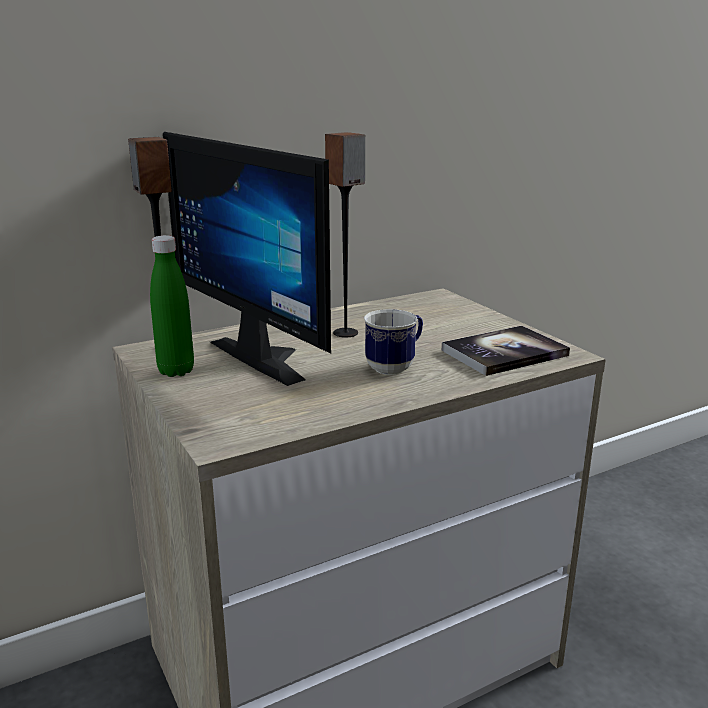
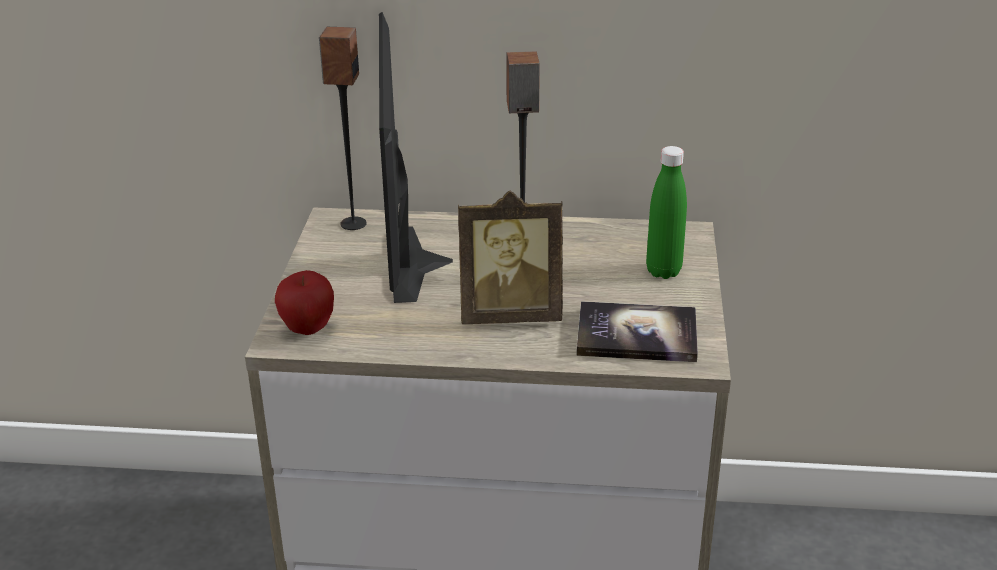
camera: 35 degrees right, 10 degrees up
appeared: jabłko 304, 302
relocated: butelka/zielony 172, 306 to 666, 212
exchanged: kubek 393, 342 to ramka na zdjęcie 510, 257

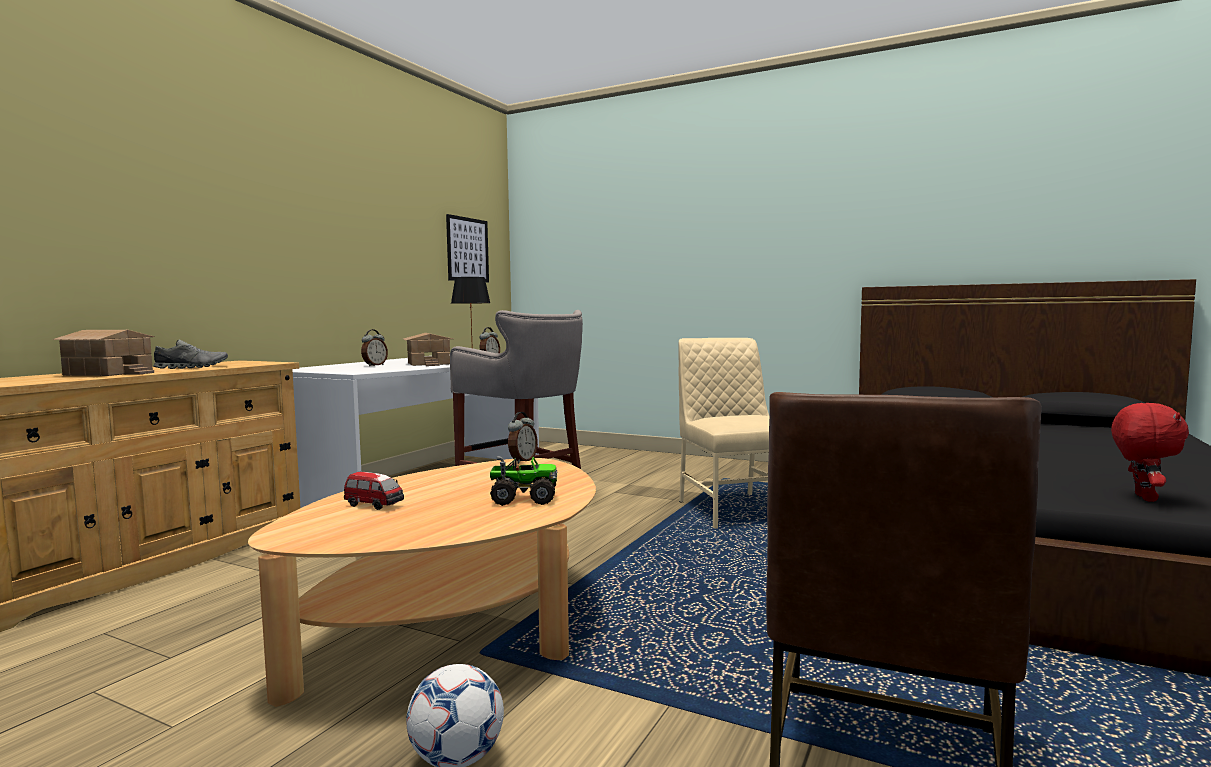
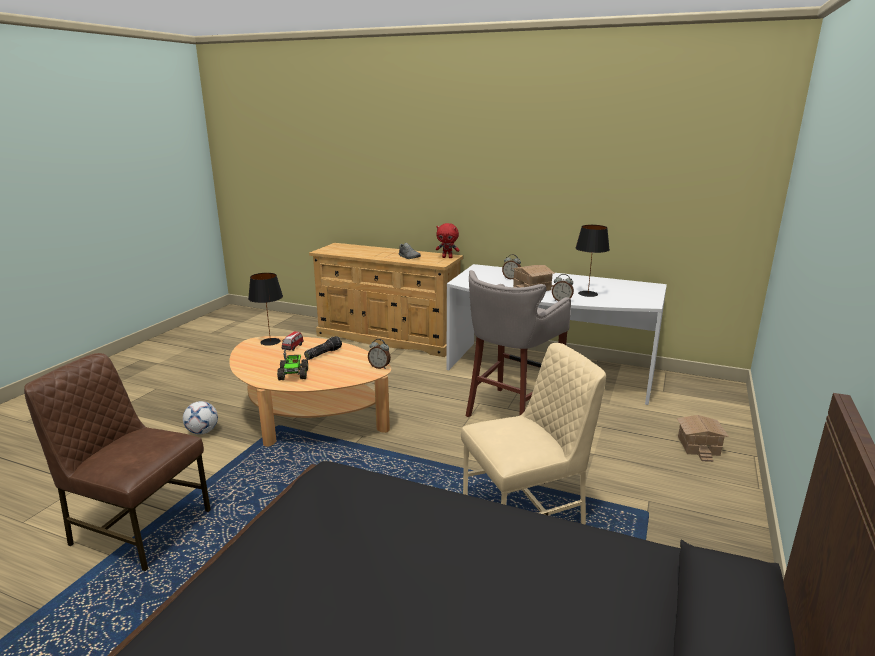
camera: 85 degrees right, 15 degrees up
missing: obraz 467, 248
appeared: lampa stołowa/czarny 265, 309; latarka 323, 348
relocated: domek 103, 353 to 703, 438; pluszak/czerwony 1150, 452 to 447, 240

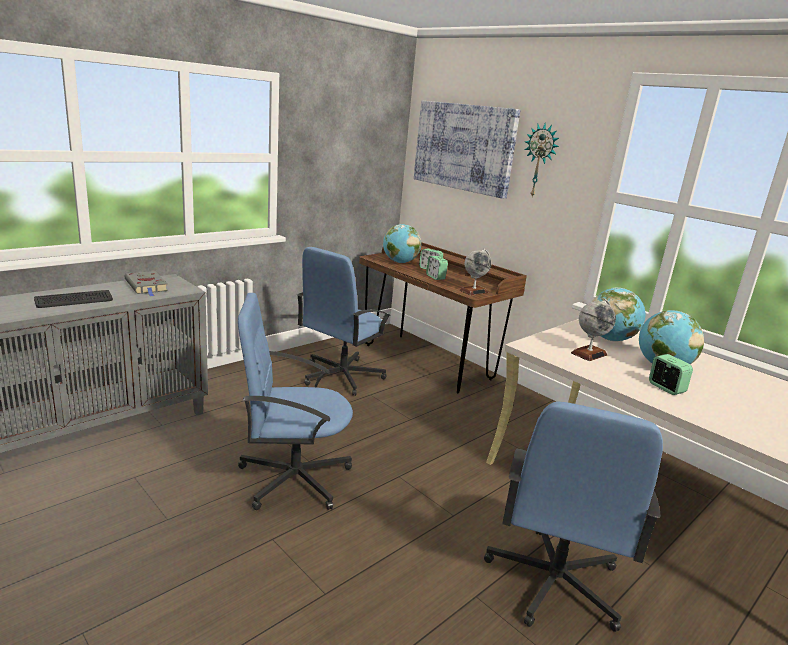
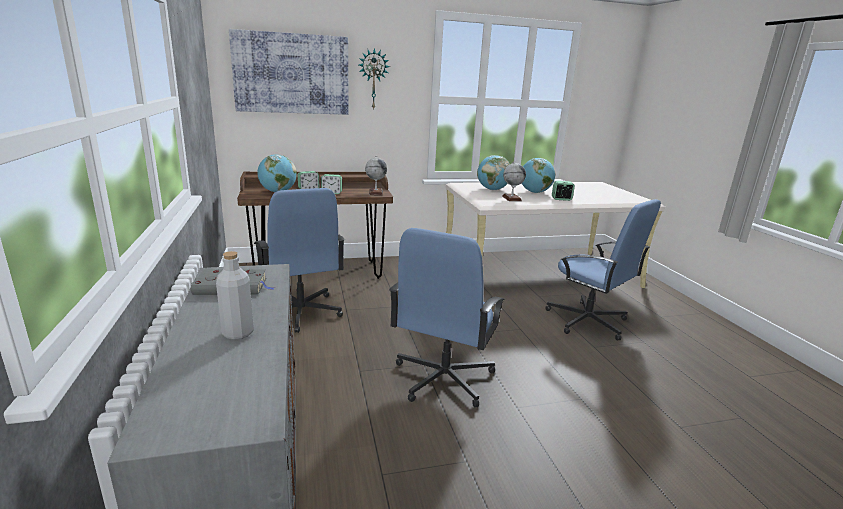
camera: 60 degrees left, 0 degrees up
exchanged: klawiatura 73, 299 to butelka/szary 235, 295

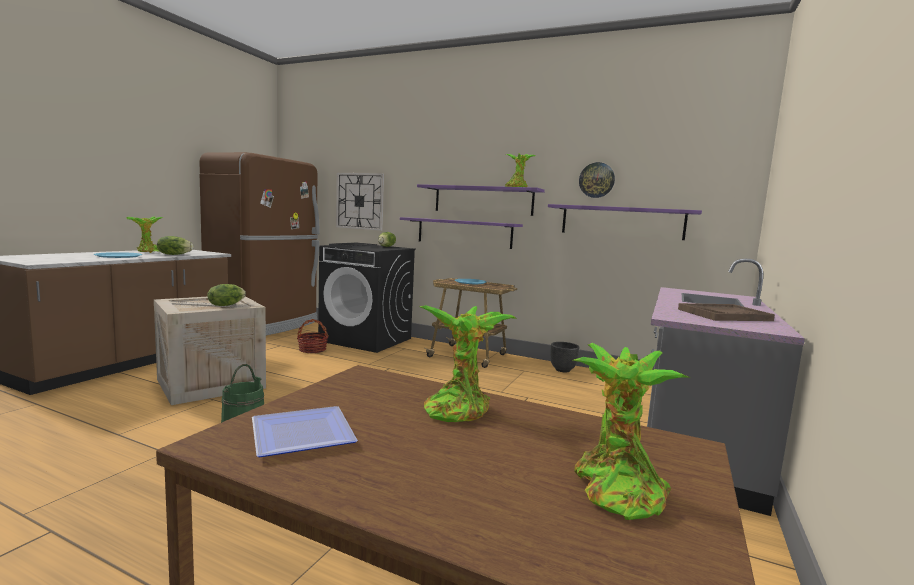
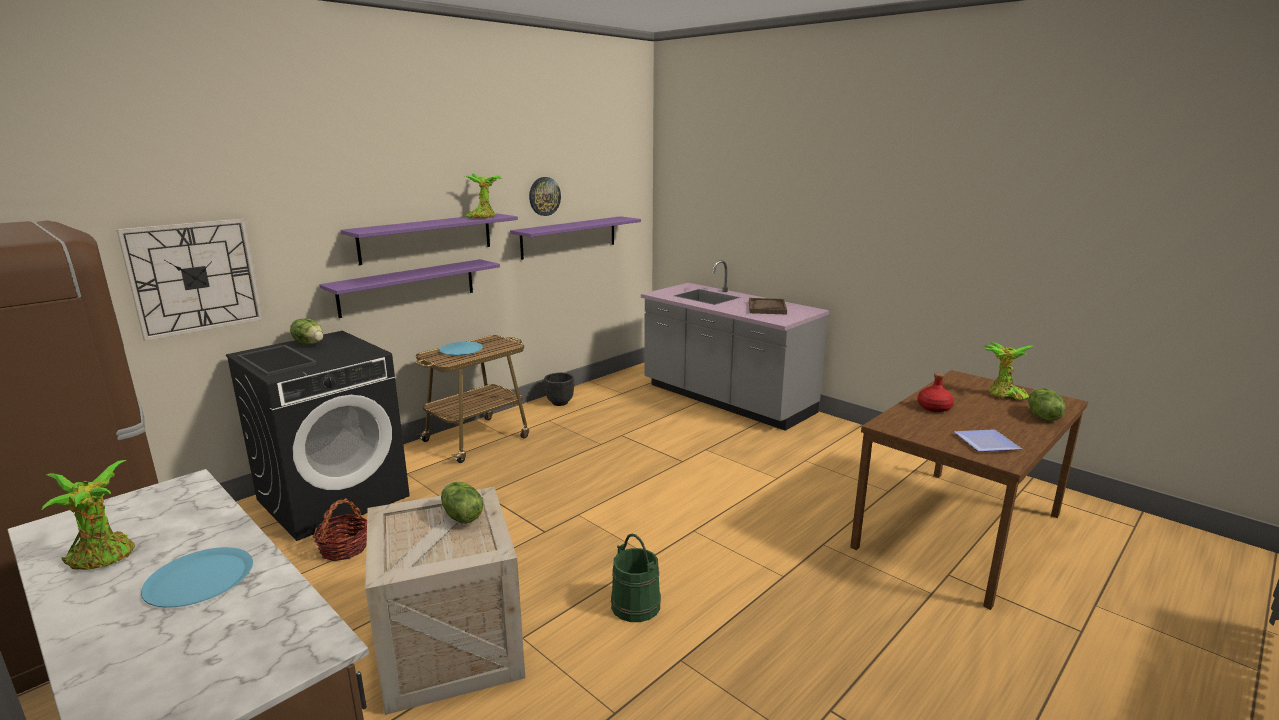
camera: 70 degrees left, 10 degrees up
relocated: sałata 175, 245 to 1047, 404
exchanged: roślina doniczkowa 467, 363 to butelka/czerwony 935, 392

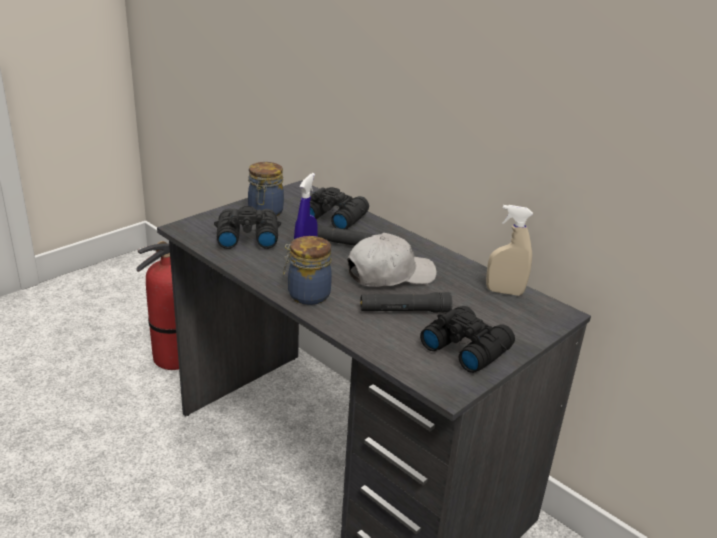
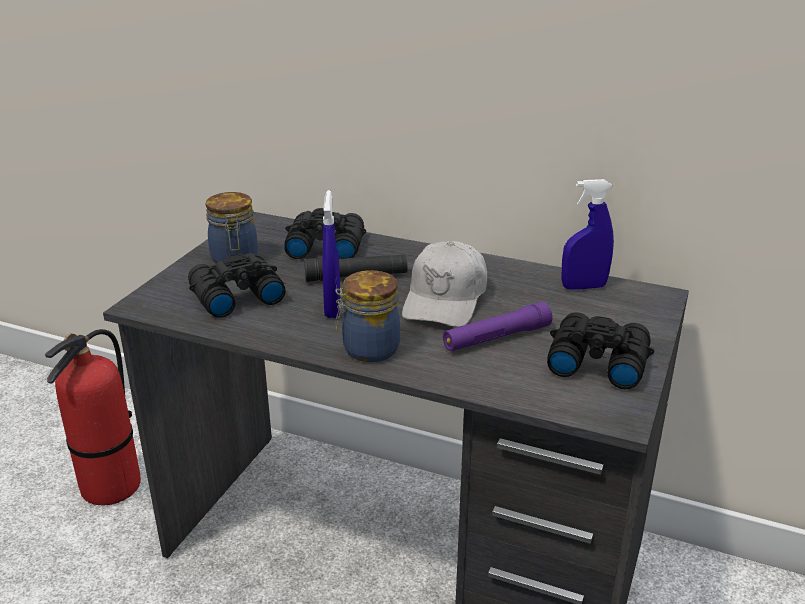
camera: 20 degrees left, 0 degrees up
colour: latarka/czarny 406, 302 to latarka/fioletowy 498, 326; spryskiwacz/beżowy 509, 250 to spryskiwacz/niebieski 587, 234
spun: czapka z daszkiem/biały 392, 260 = 444, 284 150 degrees clockwise

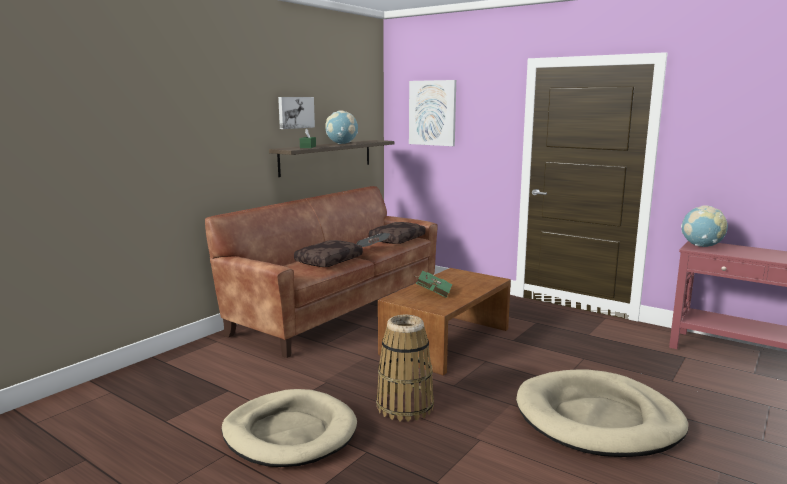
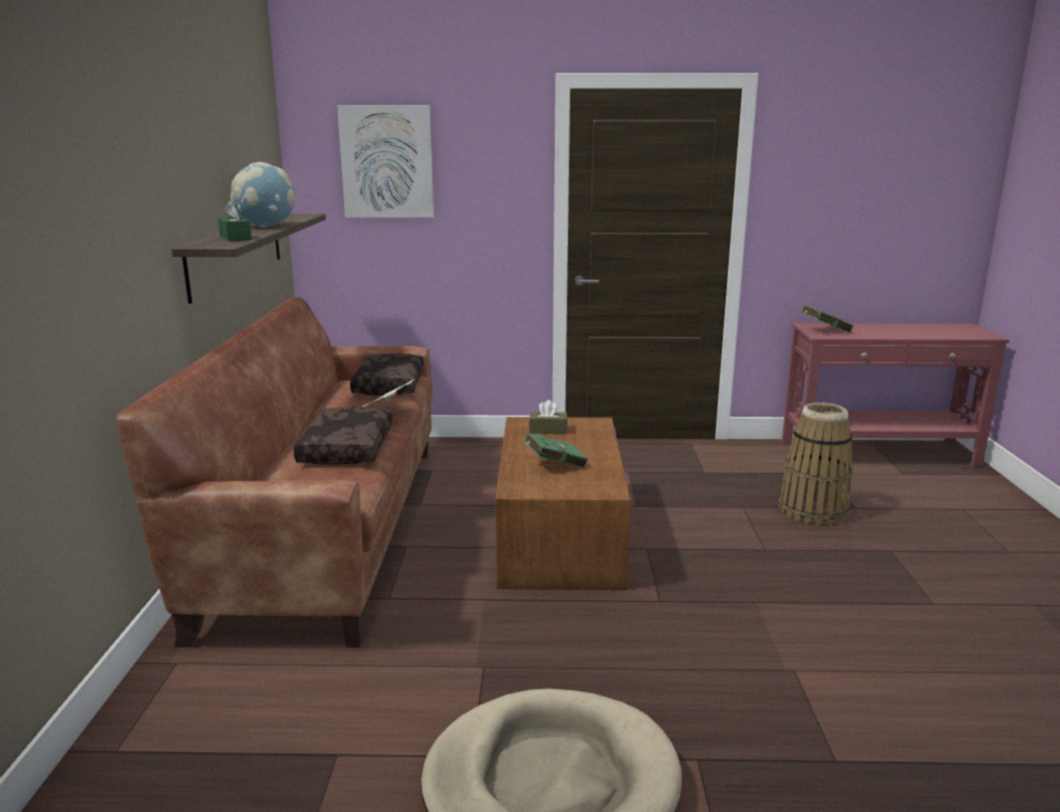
camera: 35 degrees left, 5 degrees up
missing: obraz 296, 113; legowisko/beżowy 602, 413
appeared: pudełko chusteczek/brązowy 548, 417
relocated: koszyk 405, 368 to 816, 464
exchanged: globus 704, 226 to książka/zielony 827, 319

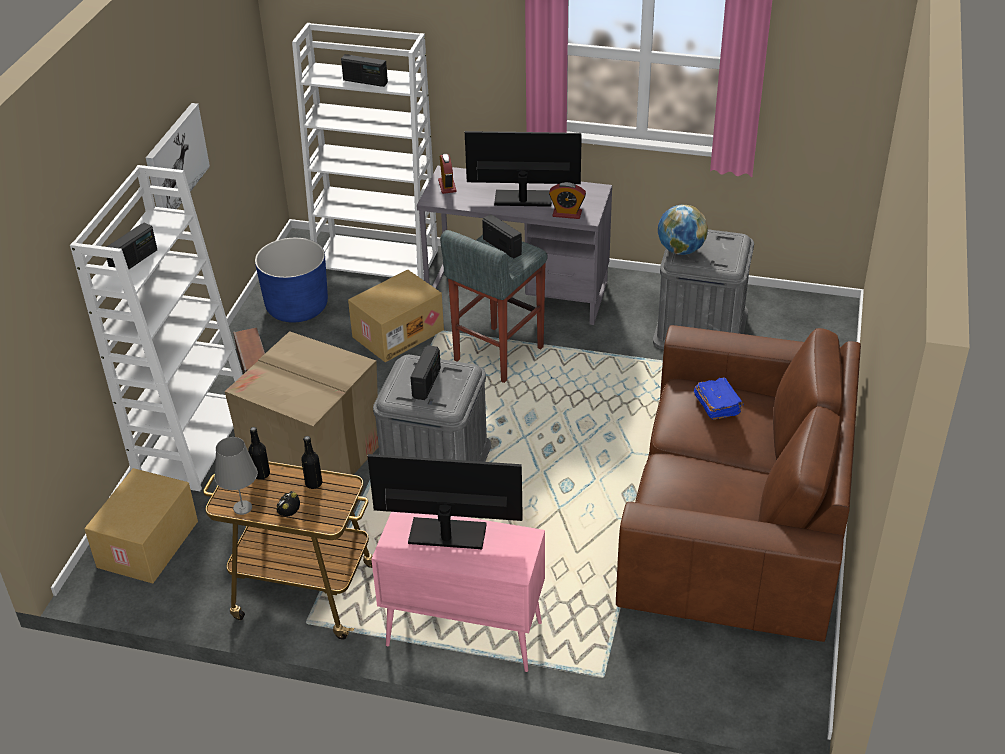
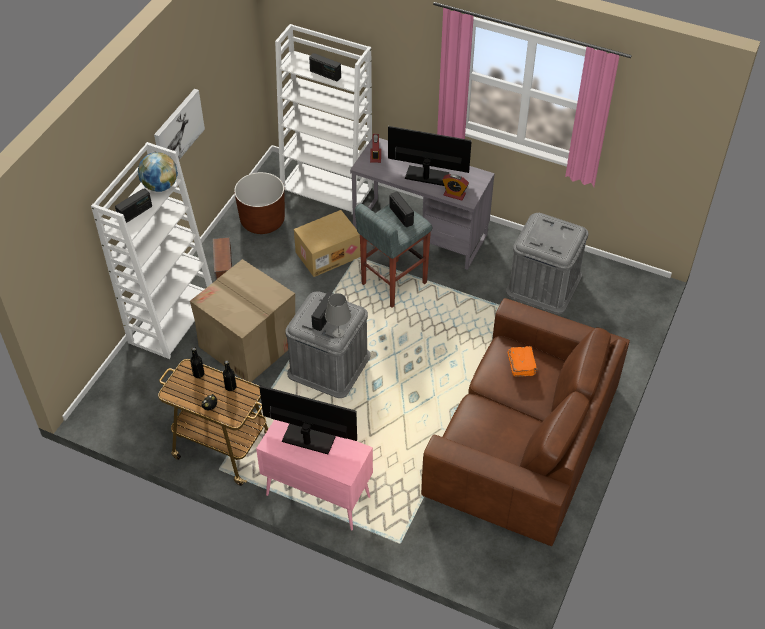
camera: 10 degrees right, 10 degrees up
missing: karton 141, 526
relocated: lampa stołowa/szary 236, 476 to 338, 315; globus 683, 230 to 158, 172
colour: donica/niebieski 291, 280 to donica/brązowy 259, 203; książka/niebieski 719, 398 to książka/pomarańczowy 522, 361

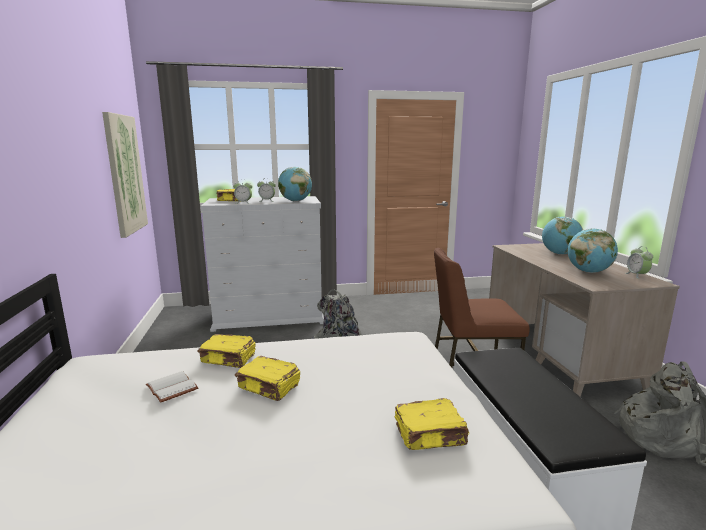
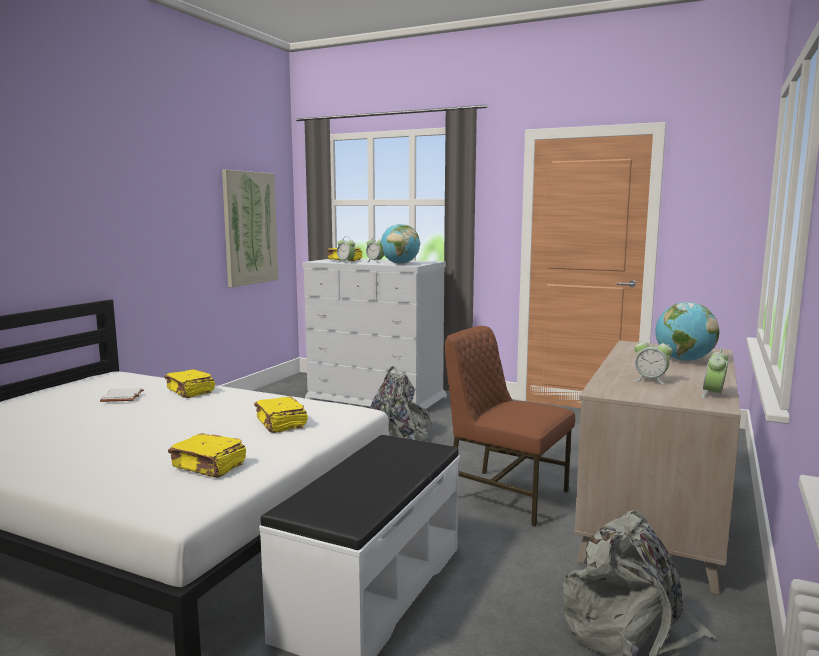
camera: 35 degrees right, 5 degrees down
relocated: książka/żółty 267, 378 to 281, 415
exchanged: globus 592, 250 to budzik 653, 361

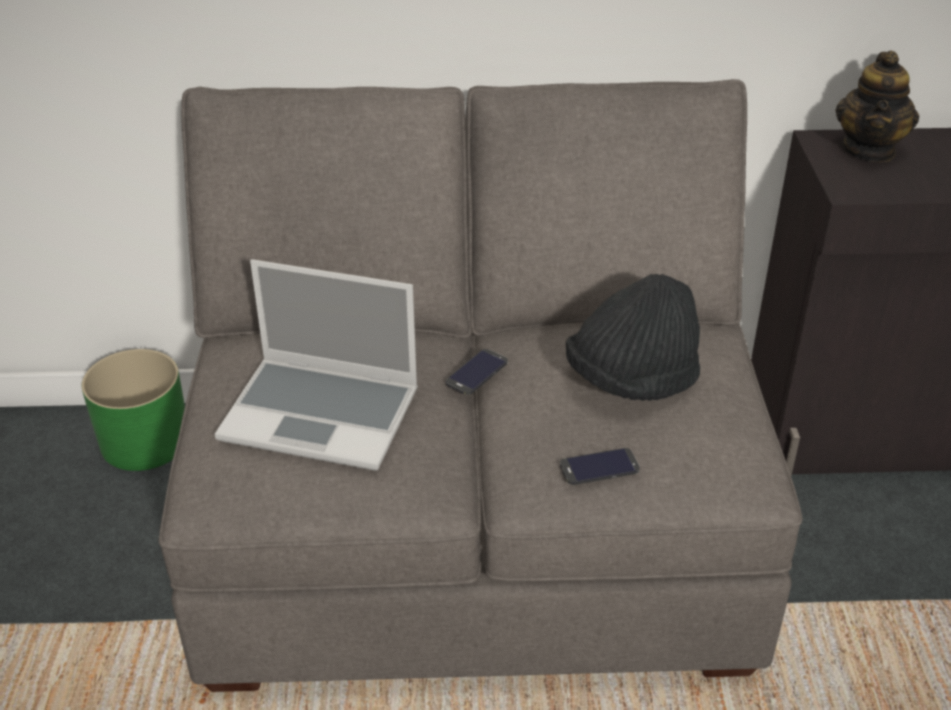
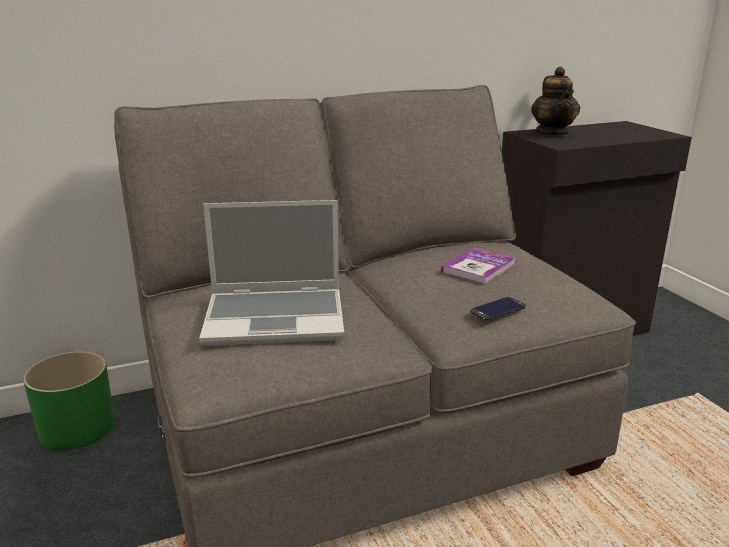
camera: 20 degrees left, 15 degrees down
missing: telefon 477, 372
exchanged: kapelusz/czarny 633, 337 to książka 478, 266

